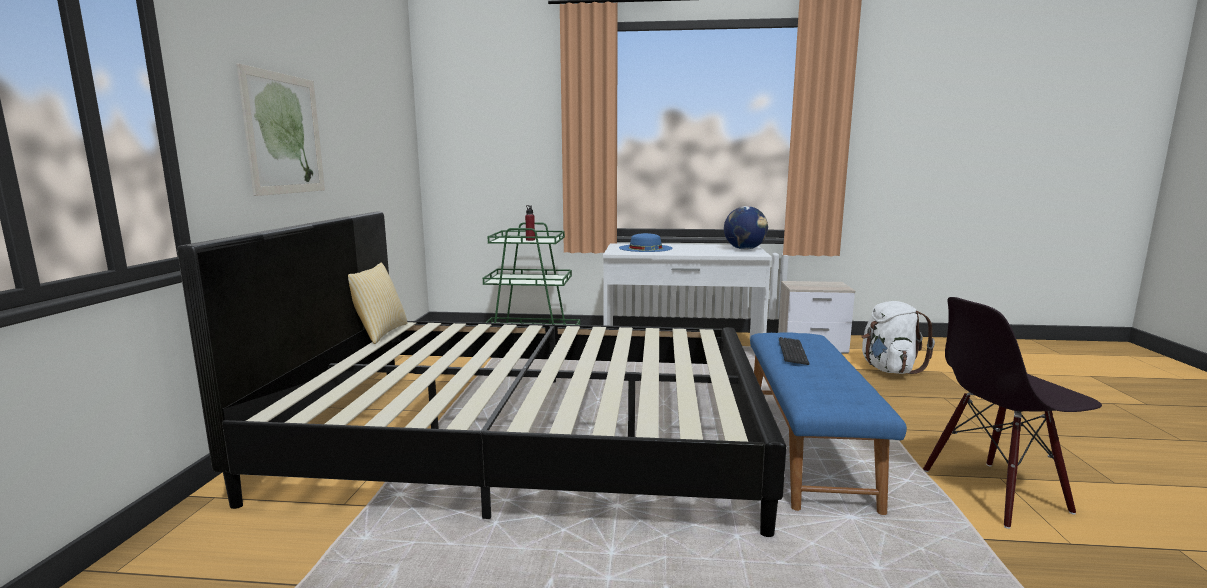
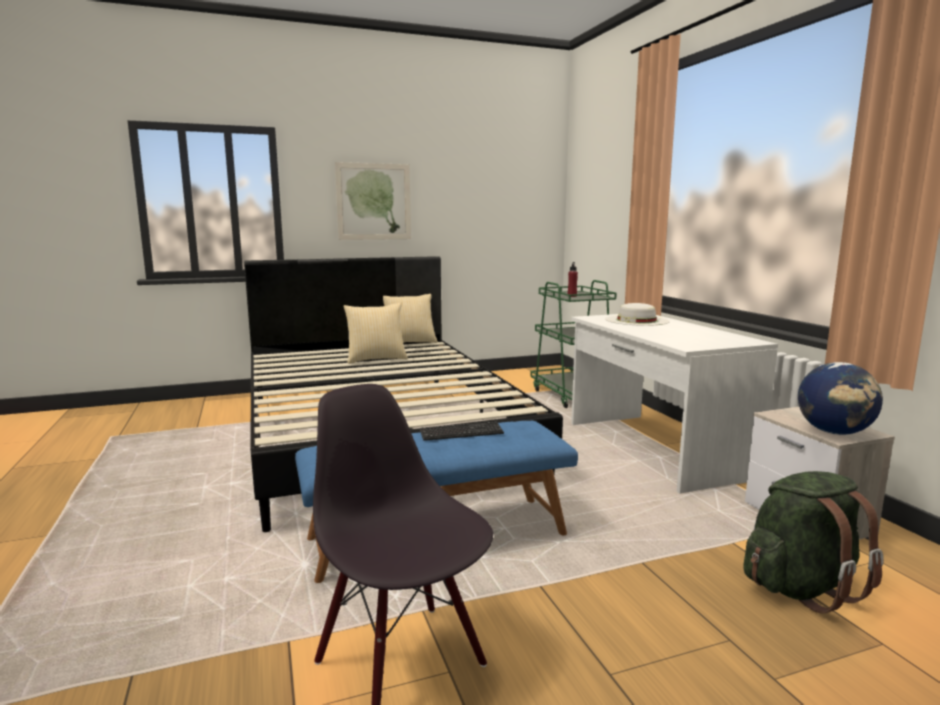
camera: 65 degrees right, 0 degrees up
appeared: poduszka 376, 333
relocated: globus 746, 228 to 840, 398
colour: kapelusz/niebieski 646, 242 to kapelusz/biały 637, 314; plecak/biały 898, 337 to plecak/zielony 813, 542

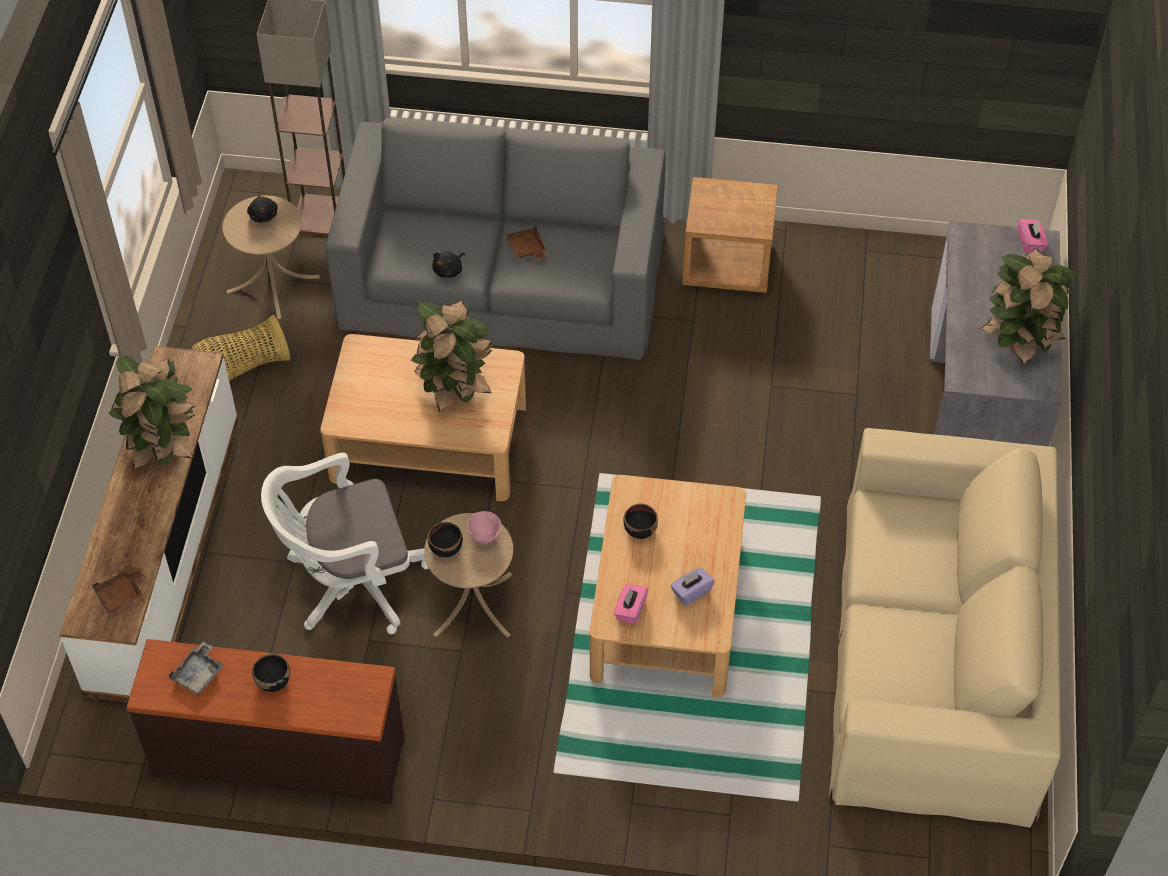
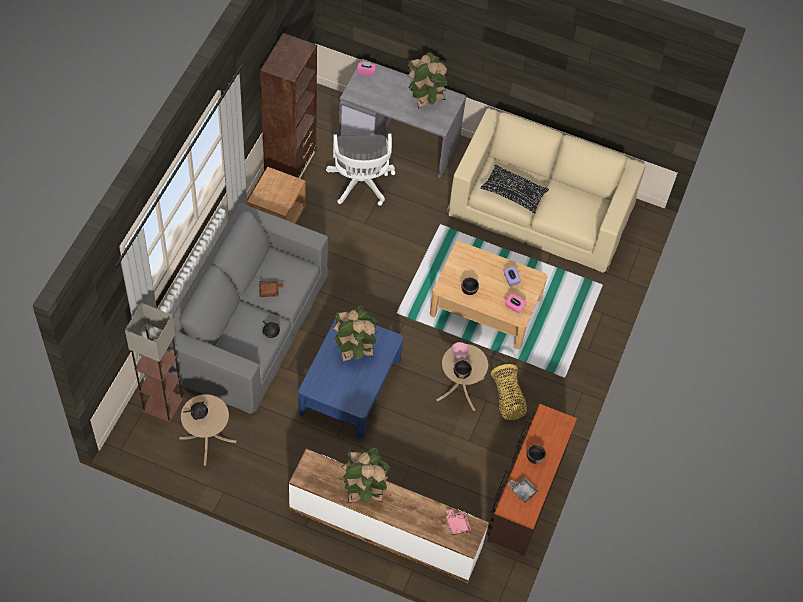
camera: 80 degrees left, 5 degrees up
appeared: regał/brązowy 288, 106; poduszka/czarny 514, 188
relocated: koszyk 241, 348 to 509, 392; krzesło biurowe/biały 345, 544 to 360, 170
colour: taca/brązowy 118, 590 to taca/różowy 458, 522; ława/beżowy 423, 417 to ława/niebieski 350, 378

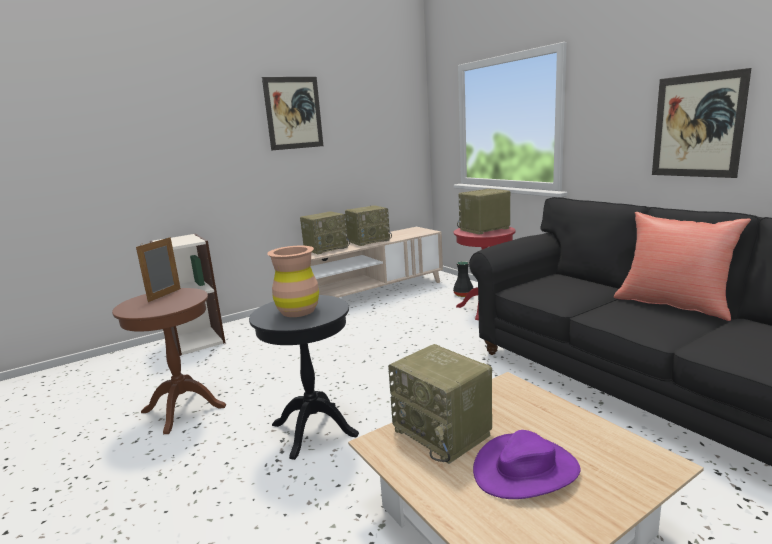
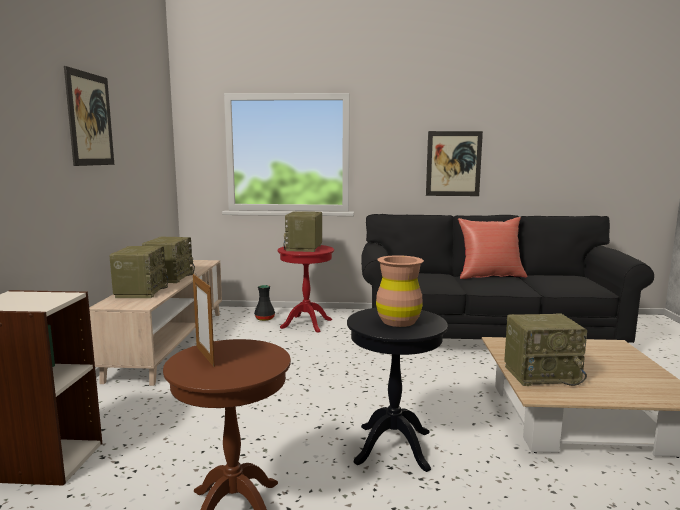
camera: 55 degrees left, 5 degrees down
missing: kapelusz/fioletowy 527, 464

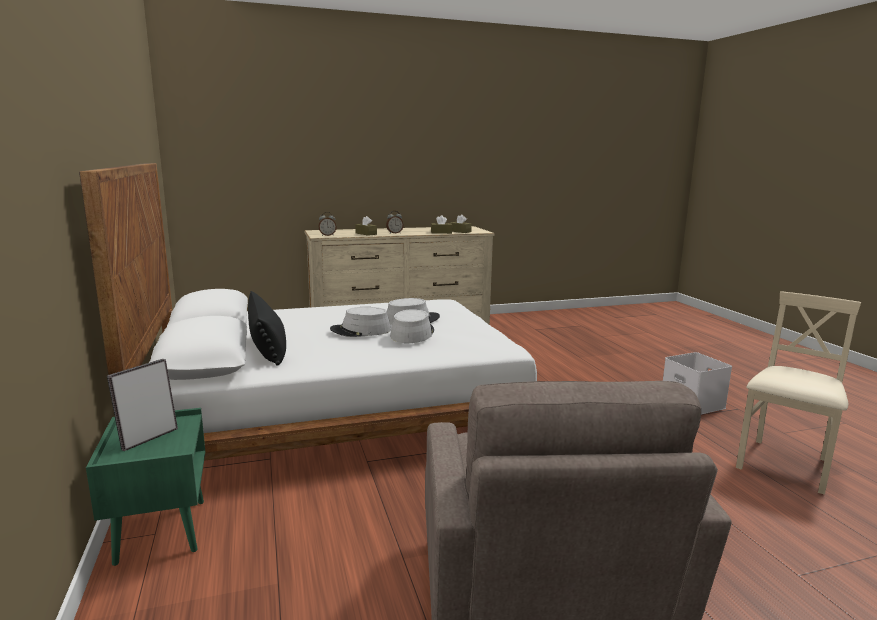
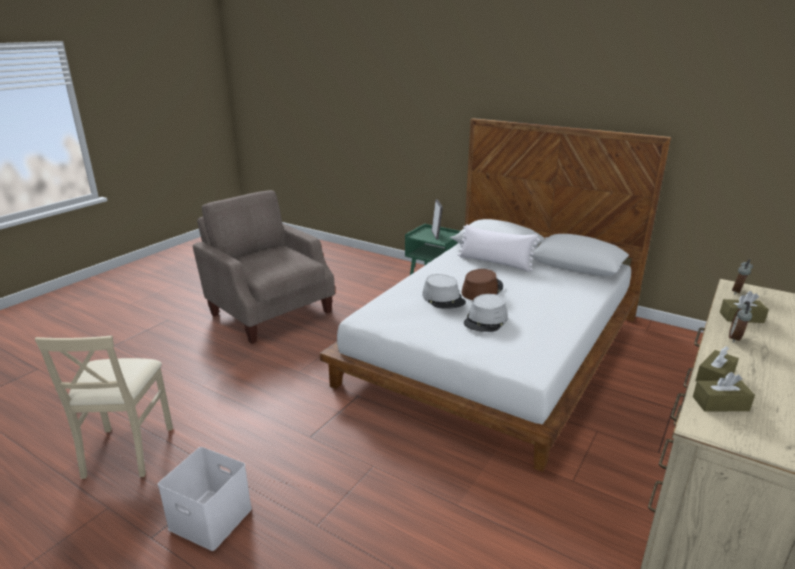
camera: 140 degrees right, 10 degrees up
colour: poduszka/czarny 267, 328 to poduszka/biały 499, 248; kapelusz/szary 360, 322 to kapelusz/brązowy 482, 284

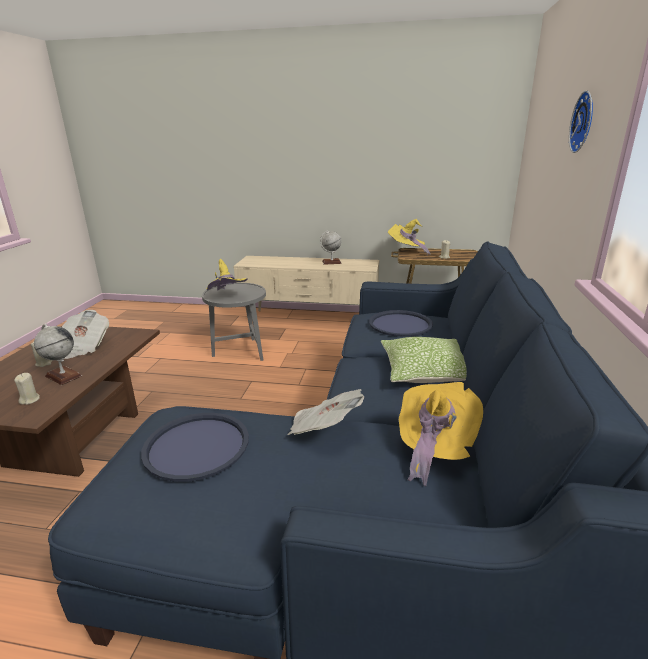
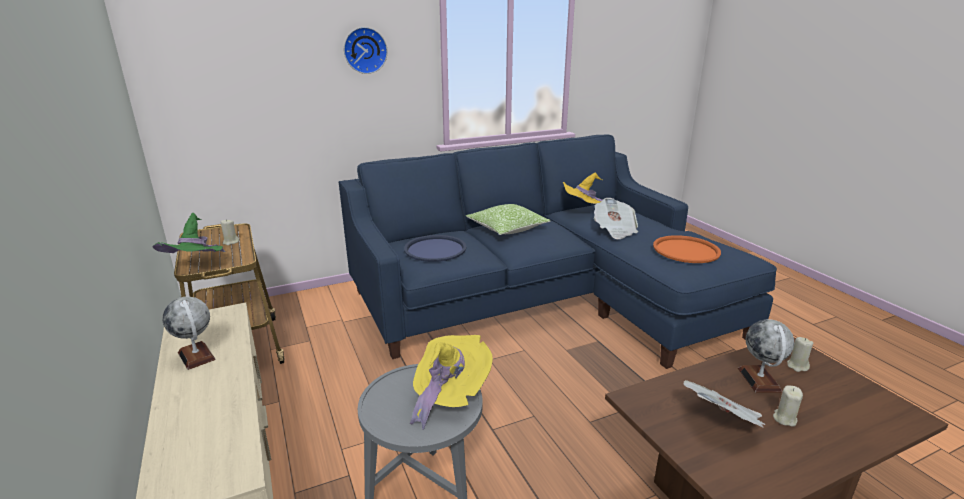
camera: 125 degrees left, 0 degrees up
colour: taca/niebieski 195, 447 to taca/pomarańczowy 687, 249; kapelusz/żółty 409, 237 to kapelusz/zielony 188, 233

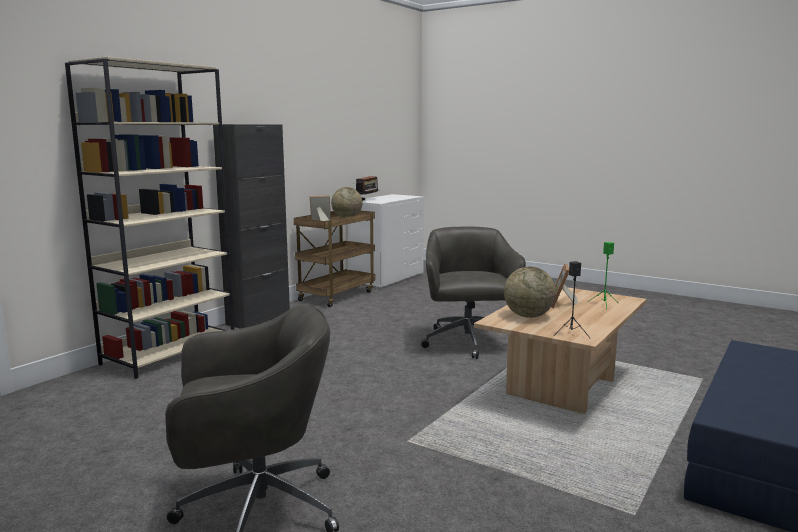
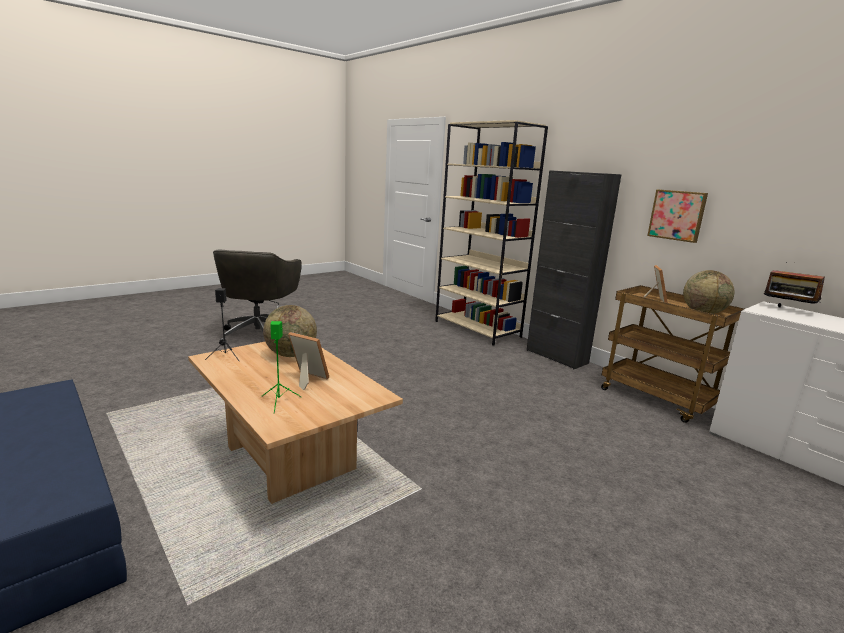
camera: 105 degrees right, 5 degrees up
missing: krzesło biurowe/szary 473, 293
appeared: obraz 677, 216

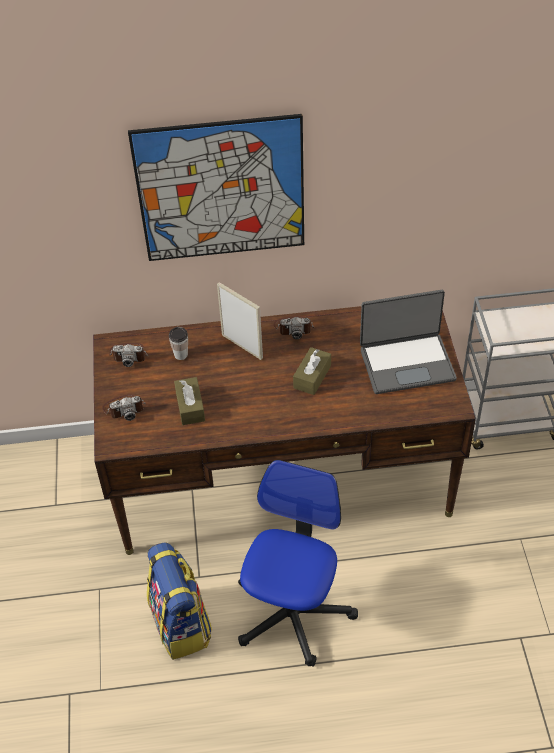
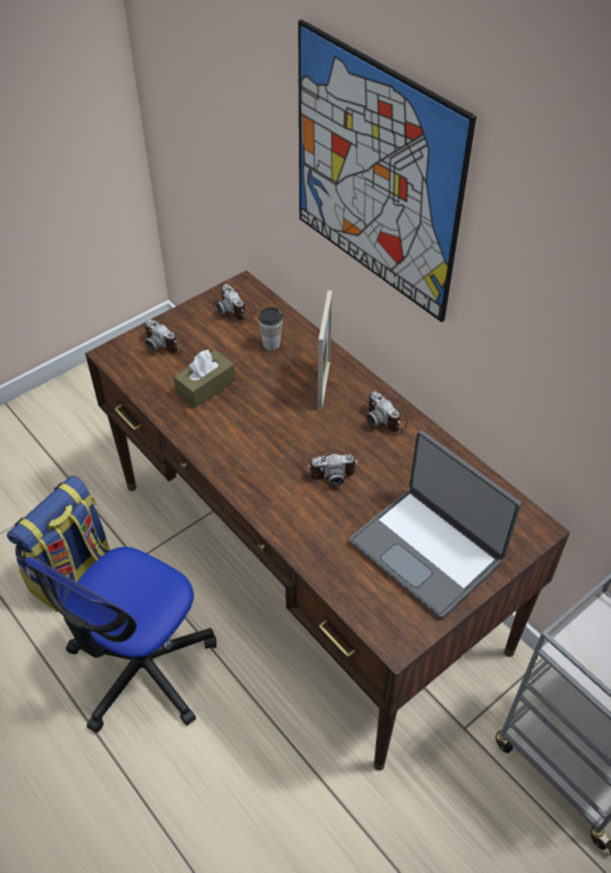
camera: 55 degrees right, 0 degrees up
exchanged: pudełko chusteczek/brązowy 312, 371 to aparat fotograficzny 329, 468
spun: krzesło biurowe 298, 563 = 120, 640 135 degrees clockwise

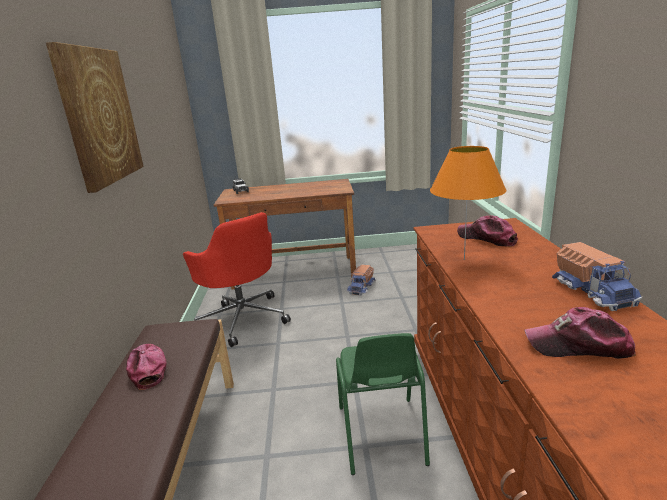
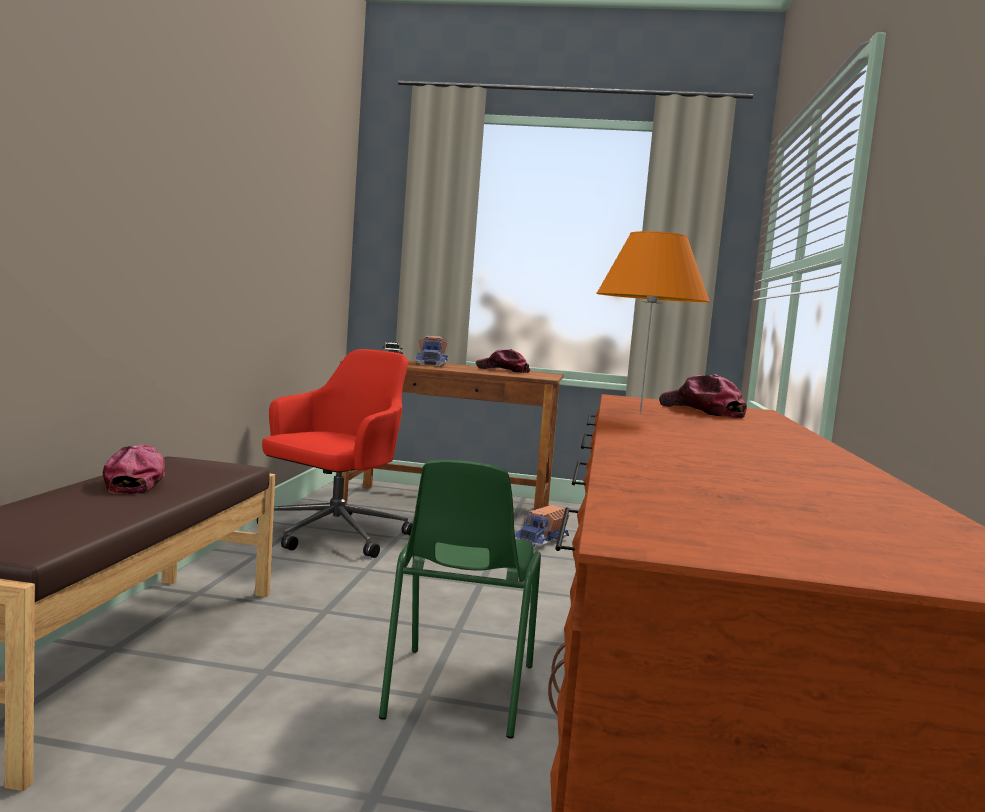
camera: 10 degrees right, 15 degrees down
missing: obraz 95, 117
relocated: czapka z daszkiem 580, 333 to 503, 361; ciężarówka zabawkowa 597, 276 to 431, 351
spun: krzesło biurowe/czerwony 237, 279 = 335, 453 120 degrees counterclockwise

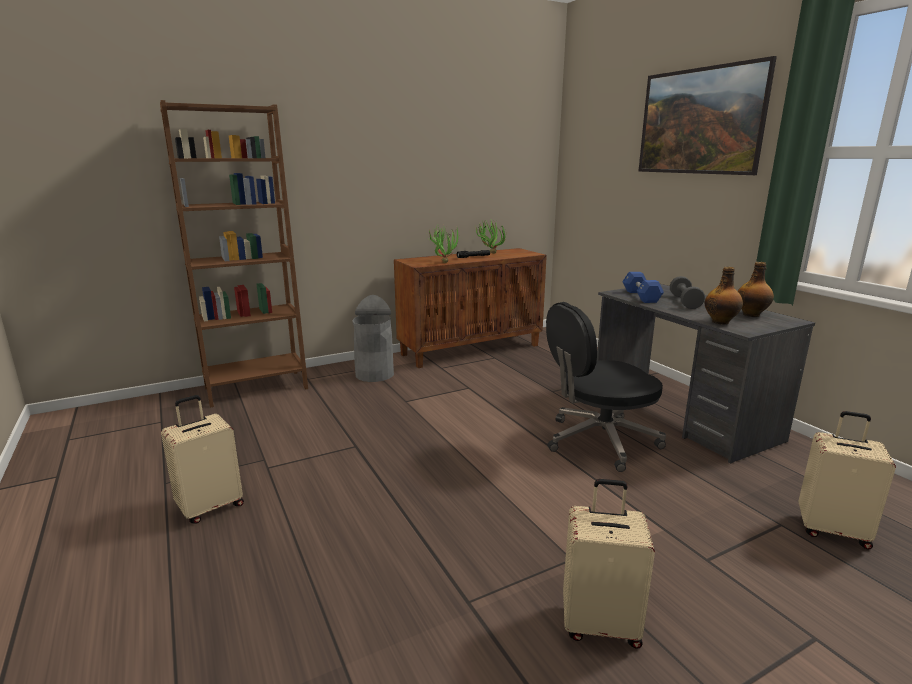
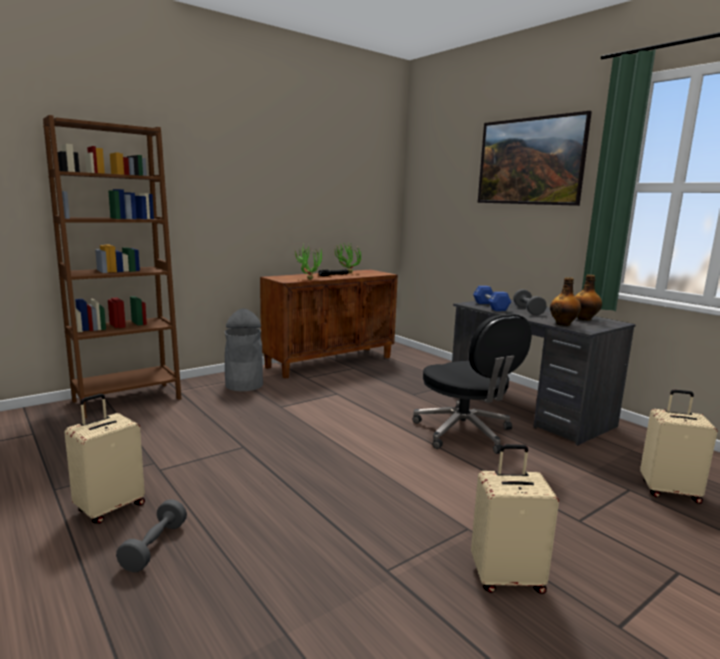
camera: 10 degrees left, 5 degrees down
appeared: hantel/szary 151, 535
spun: krzesło biurowe/czarny 606, 387 = 472, 384 90 degrees counterclockwise

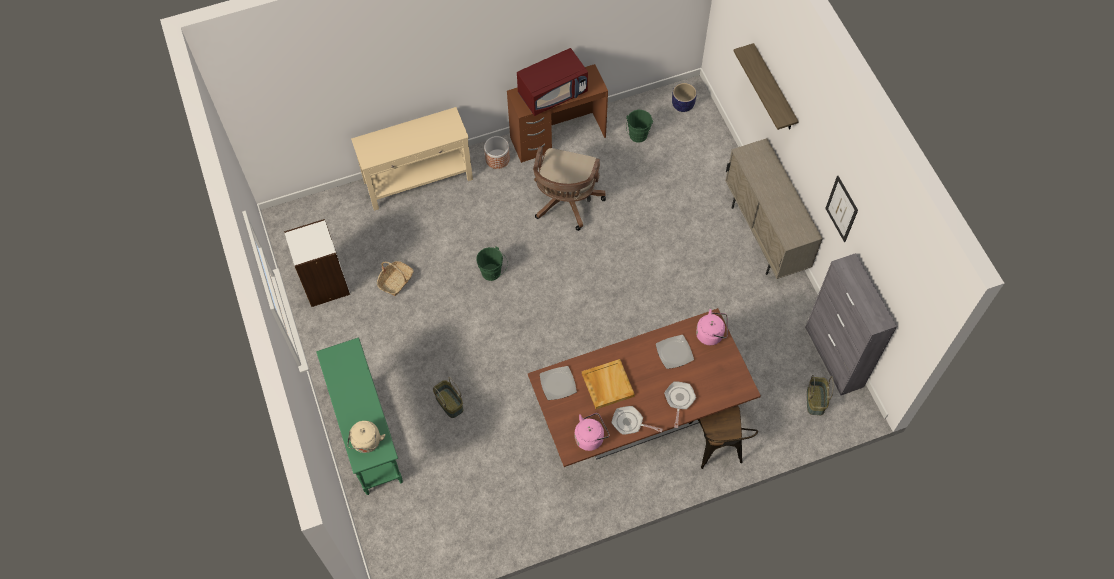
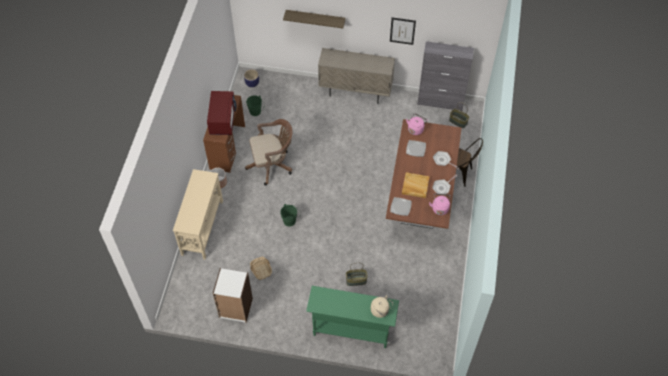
camera: 60 degrees left, 5 degrees down
spun: krzesło biurowe/brązowy 569, 188 = 269, 152 60 degrees counterclockwise

